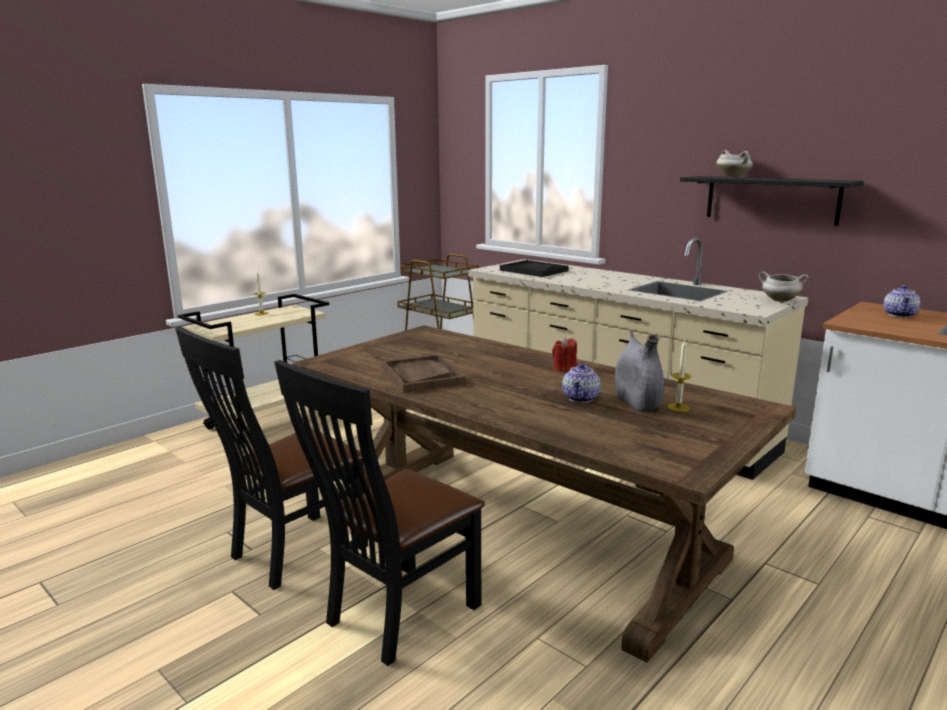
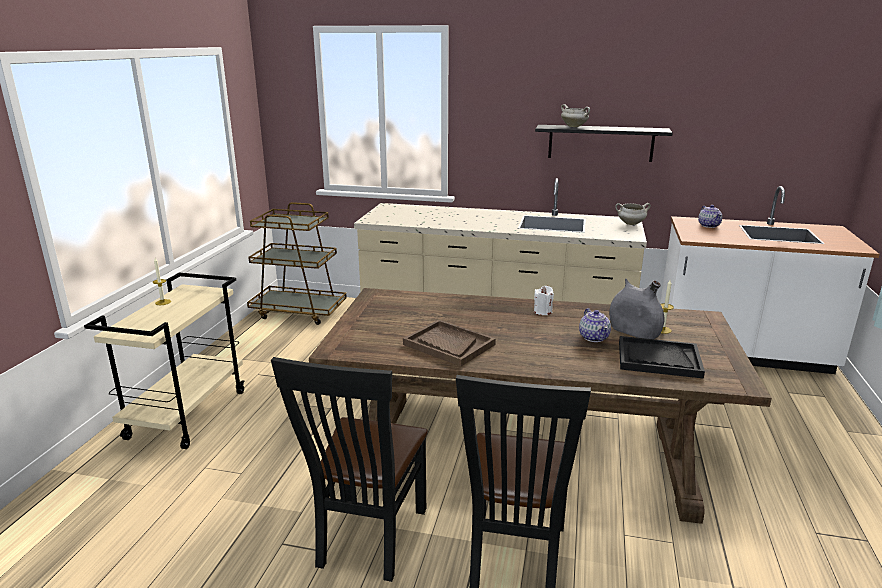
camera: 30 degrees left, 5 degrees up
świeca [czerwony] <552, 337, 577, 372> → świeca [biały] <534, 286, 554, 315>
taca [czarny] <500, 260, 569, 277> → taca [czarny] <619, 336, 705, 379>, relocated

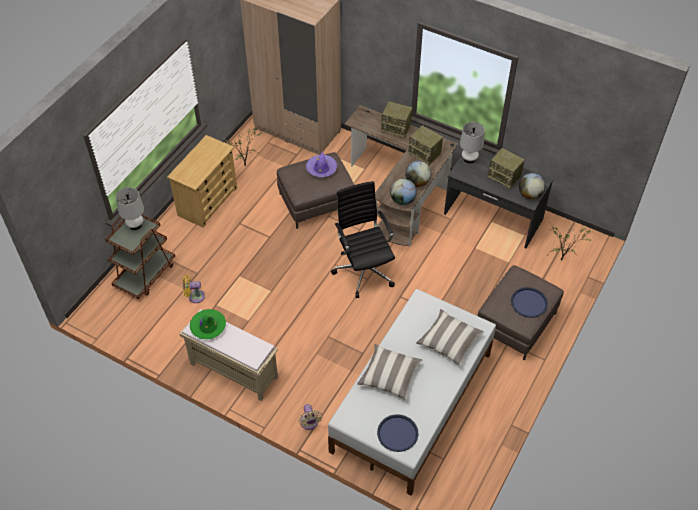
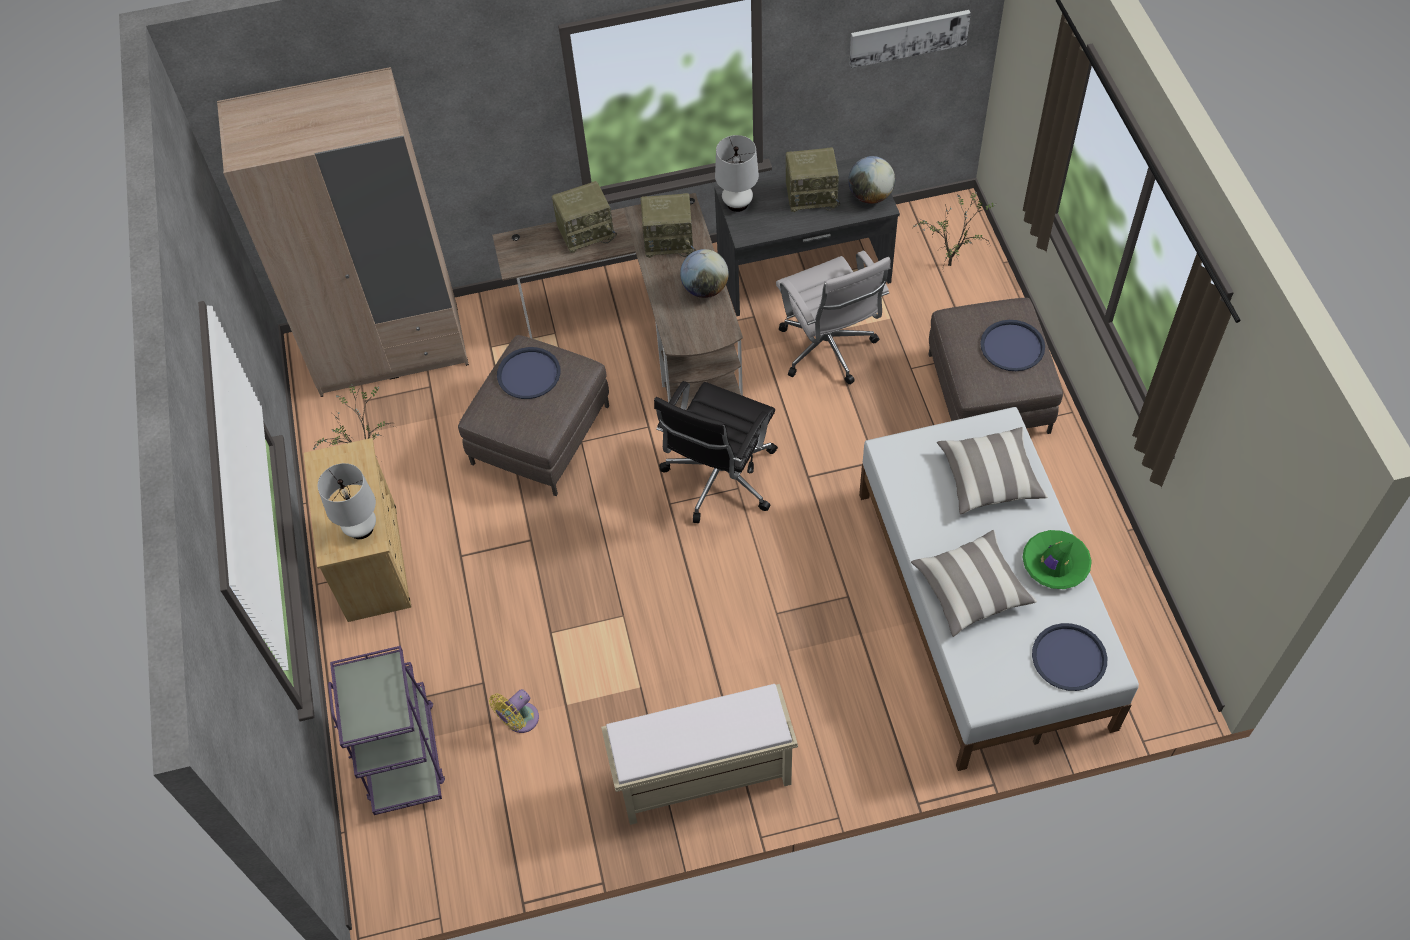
camera: 40 degrees left, 5 degrees up
lampa stołowa [biały] <116, 187, 144, 230> → lampa stołowa [biały] <318, 463, 376, 539>, relocated
wózek [brązowy] <105, 215, 175, 299> → wózek [fioletowy] <328, 646, 445, 815>
kapelusz [fioletowy] <306, 152, 337, 177> → taca [niebieski] <497, 347, 560, 399>
krzesło biurowe [czarny] <331, 181, 395, 298> → krzesło biurowe [czarny] <654, 381, 778, 523>, 90 degrees counterclockwise
- → krzesło biurowe [biały] <776, 251, 890, 385>
- → obraz <849, 10, 971, 68>
kapelusz [zielony] <190, 309, 226, 339> → kapelusz [zielony] <1022, 530, 1092, 589>, relocated
wentylator [beżowy] <298, 404, 323, 430> → -
globus <390, 179, 417, 205> → -

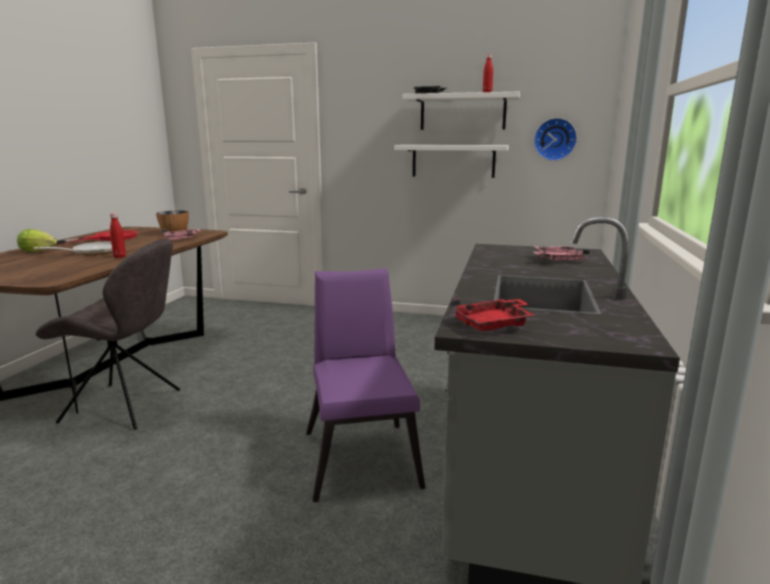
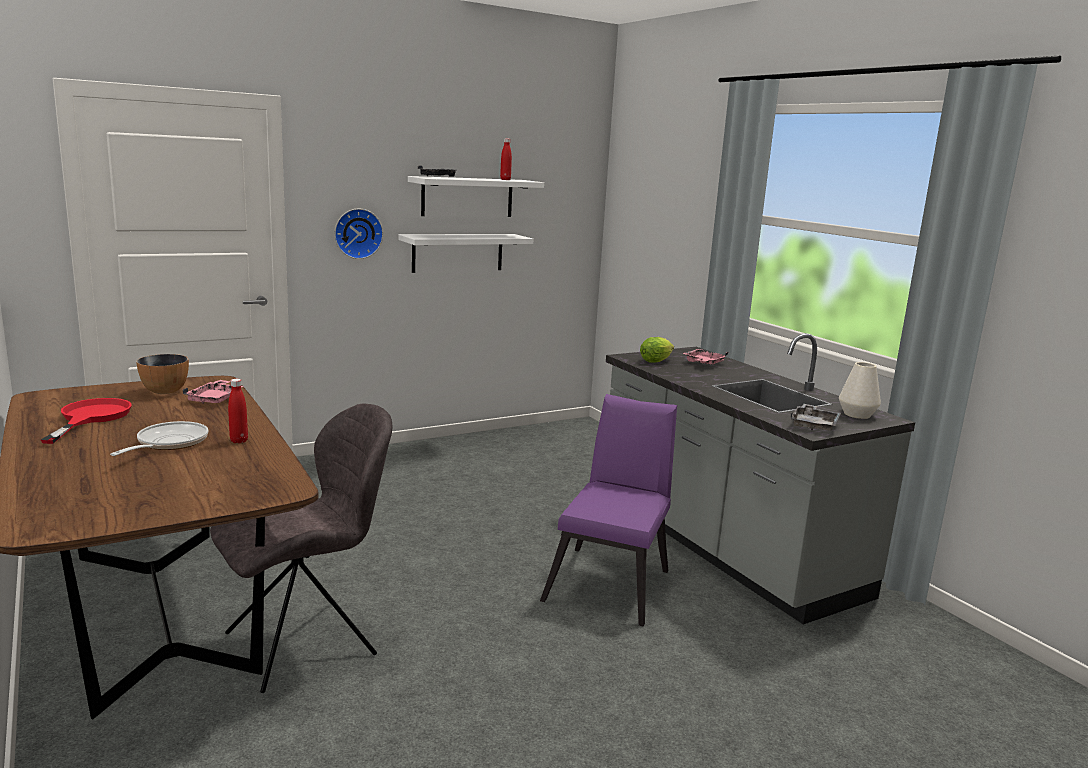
camera: 45 degrees left, 0 degrees up
zegar ścienny <534, 118, 577, 161> → zegar ścienny <334, 209, 383, 259>, relocated
krzesło [fioletowy] <306, 268, 425, 502> → krzesło [fioletowy] <540, 394, 677, 627>, 75 degrees clockwise
sałata <17, 229, 57, 252> → sałata <640, 337, 674, 363>, relocated
taca [czerwony] <450, 299, 535, 331> → taca [szary] <791, 404, 841, 430>
- → wazon [biały] <839, 362, 881, 419>

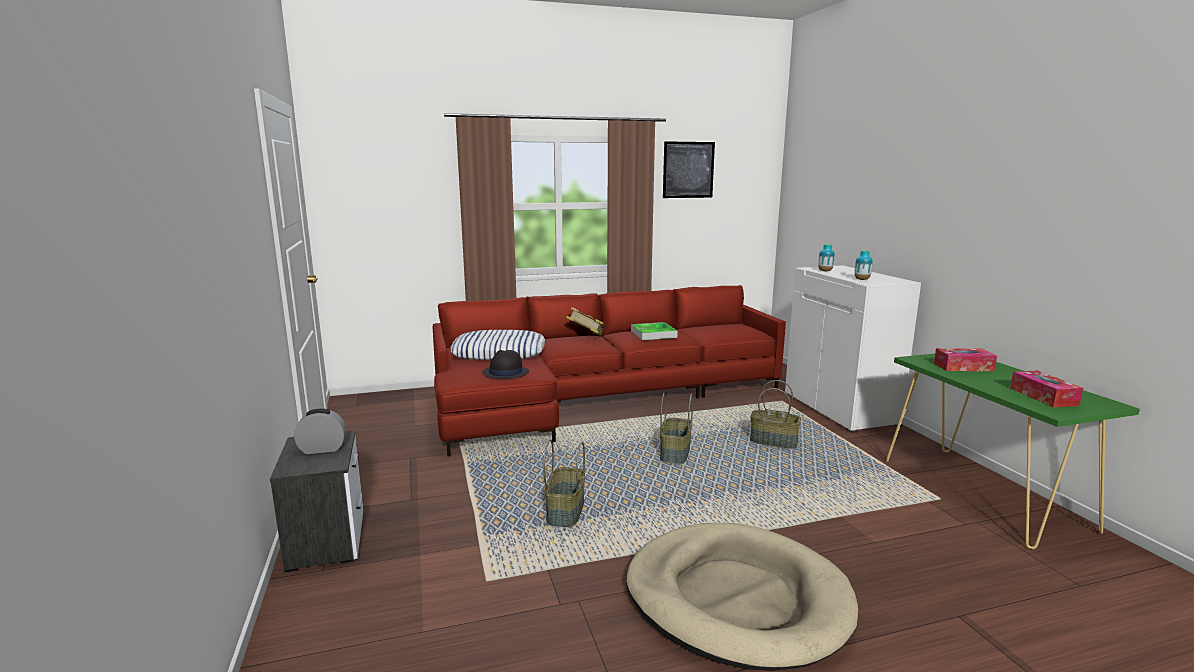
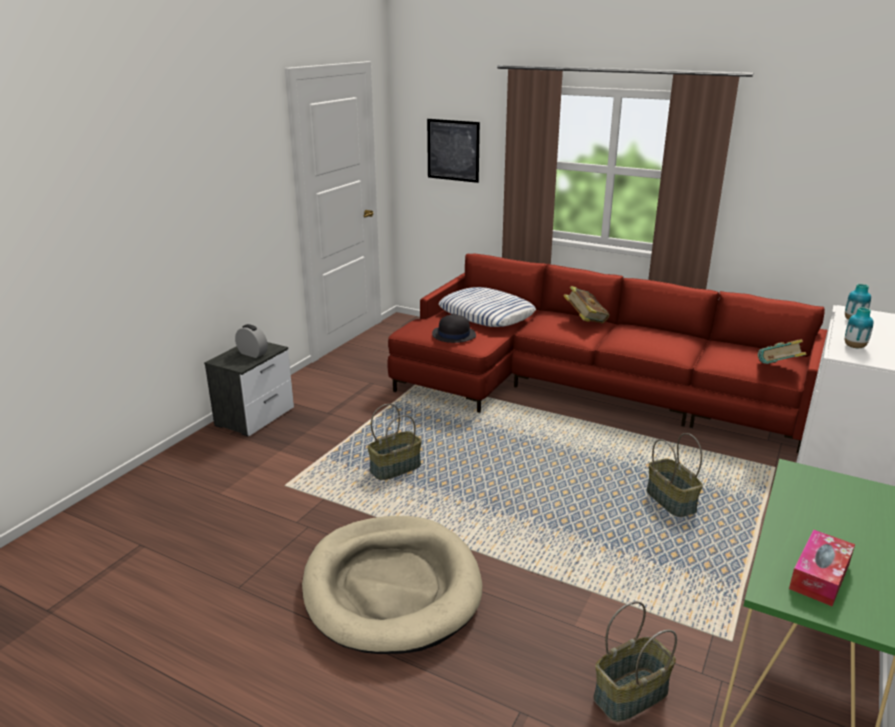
camera: 45 degrees right, 10 degrees up
obraz <663, 141, 715, 198> → obraz <427, 119, 480, 183>, relocated
koszyk <660, 391, 693, 464> → koszyk <593, 601, 677, 722>, relocated
- → książka <758, 339, 806, 364>
taca <631, 322, 678, 340> → -
pudełko chusteczek <934, 348, 997, 371> → -

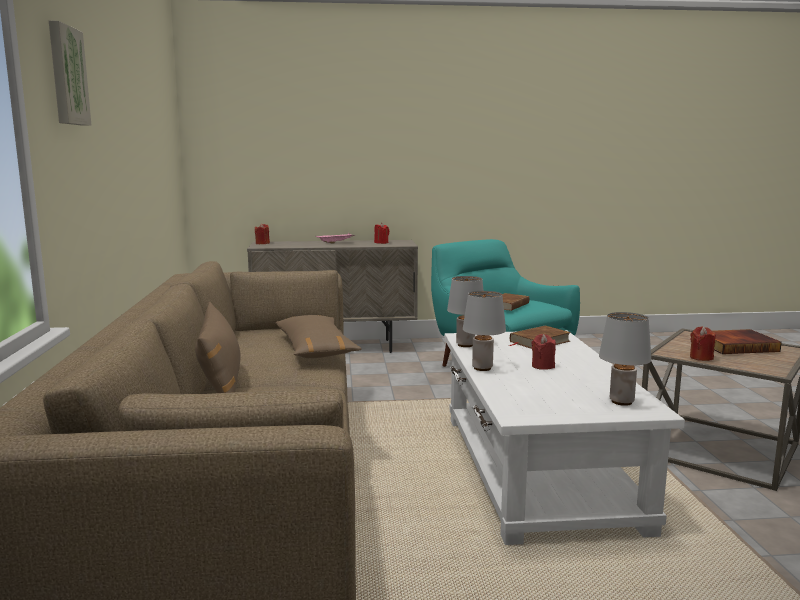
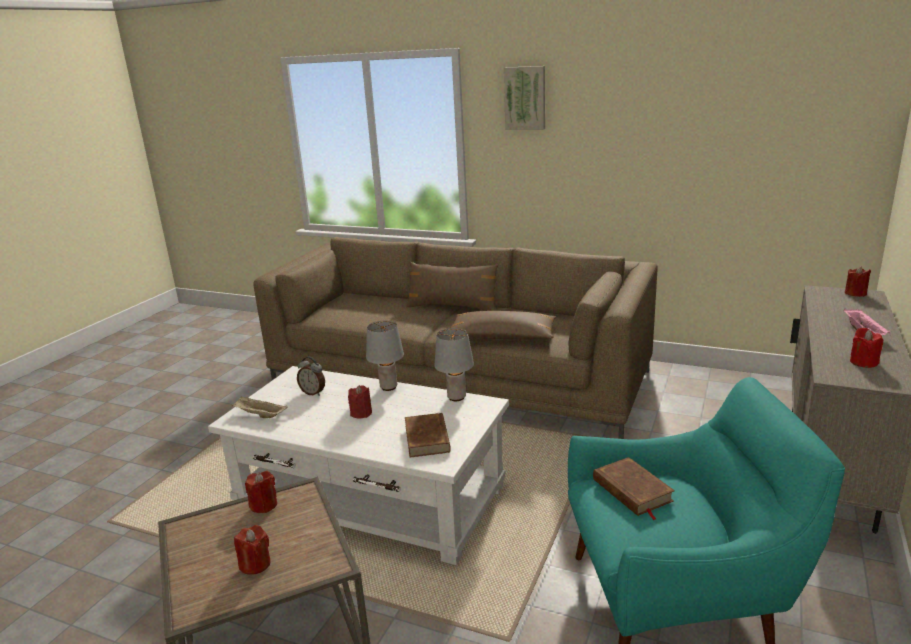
camera: 120 degrees right, 10 degrees up
lampa stołowa [szary] <599, 312, 651, 406> → taca [beżowy] <231, 396, 288, 418>
książka <712, 329, 782, 354> → świeca [czerwony] <234, 525, 271, 575>
- → budzik <297, 357, 325, 396>

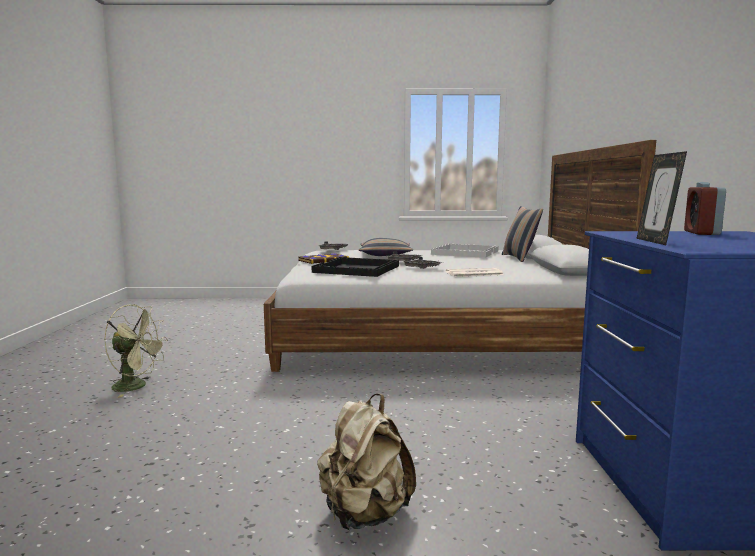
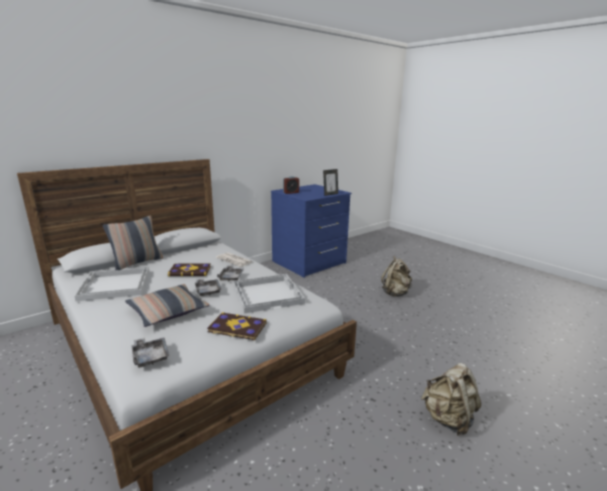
camera: 130 degrees left, 10 degrees up
- → książka <168, 263, 211, 276>
taca [czarny] <312, 257, 399, 277> → taca [biały] <233, 274, 305, 313>
wentylator [zielony] <104, 304, 168, 398> → plecak [beżowy] <421, 363, 481, 436>

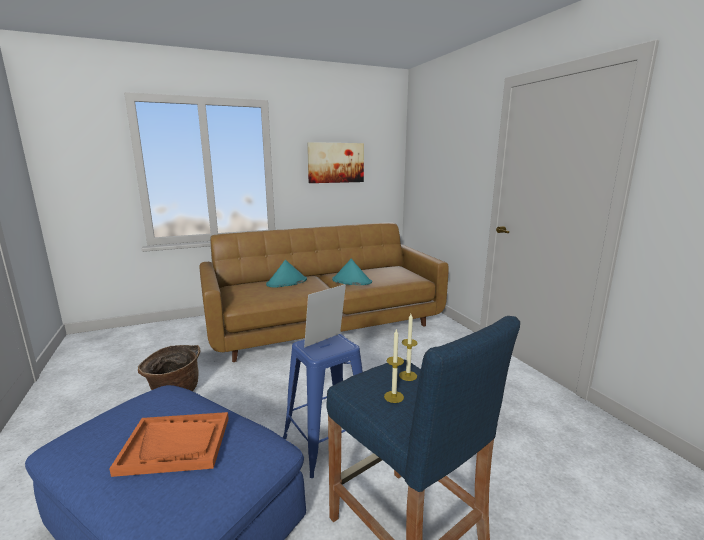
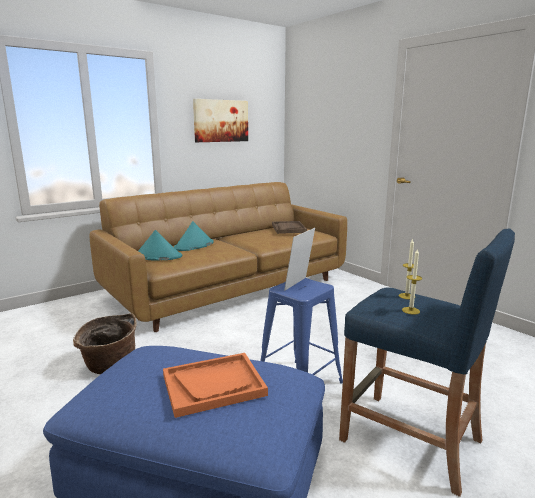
camera: 15 degrees left, 0 degrees up
kapelusz [turkusowy] <332, 259, 372, 285> → kapelusz [turkusowy] <138, 230, 182, 261>, relocated
- → taca [brązowy] <272, 221, 307, 234>

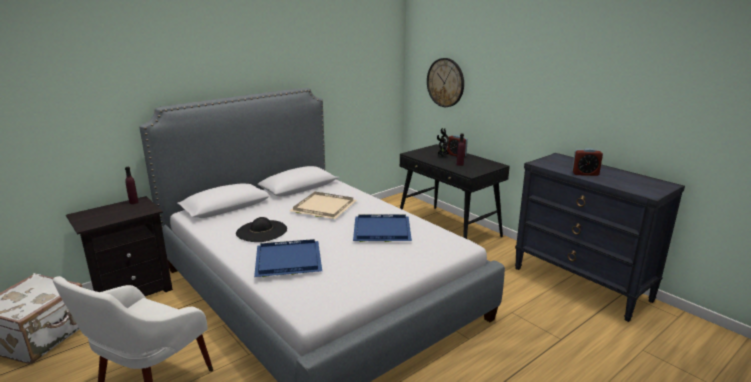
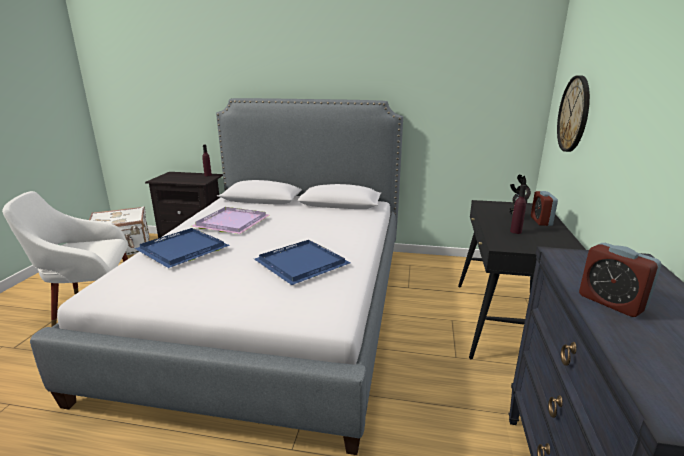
camera: 50 degrees right, 0 degrees up
kapelusz [czarny] <236, 217, 287, 242> → taca [fioletowy] <191, 207, 269, 234>
taca [beżowy] <289, 192, 357, 219> → -

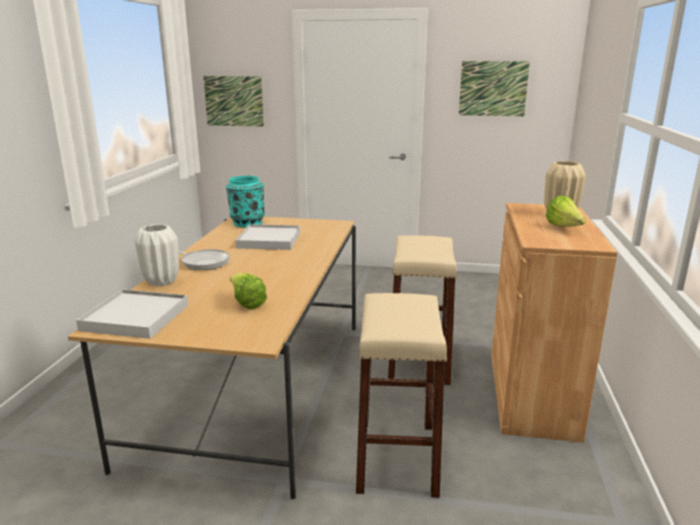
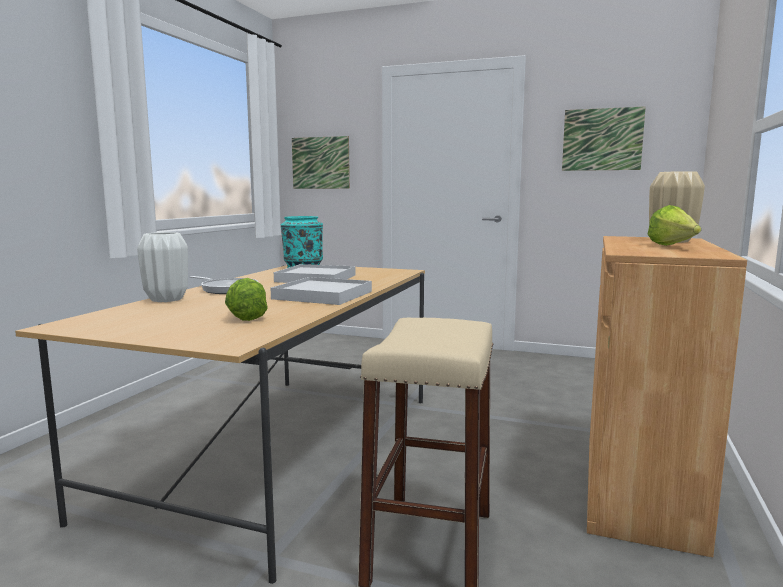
camera: 10 degrees right, 10 degrees down
taca [biały] <76, 289, 188, 339> → taca [biały] <271, 277, 372, 305>, relocated
stołek [beżowy] <388, 235, 457, 385> → -

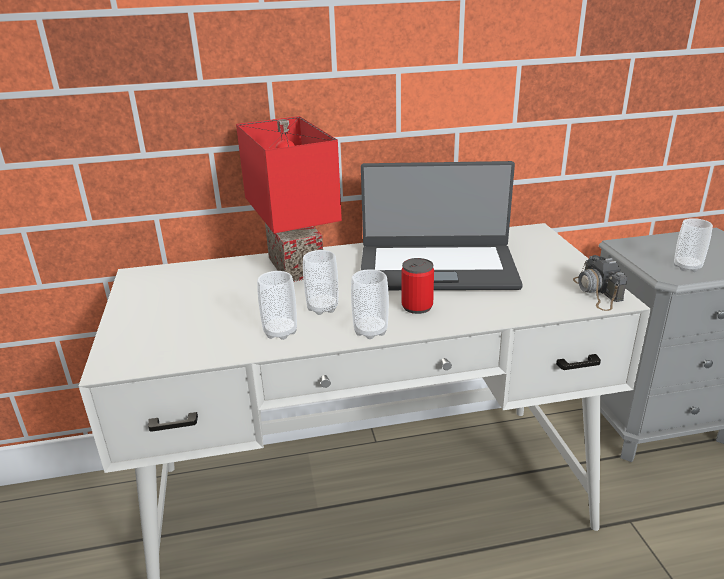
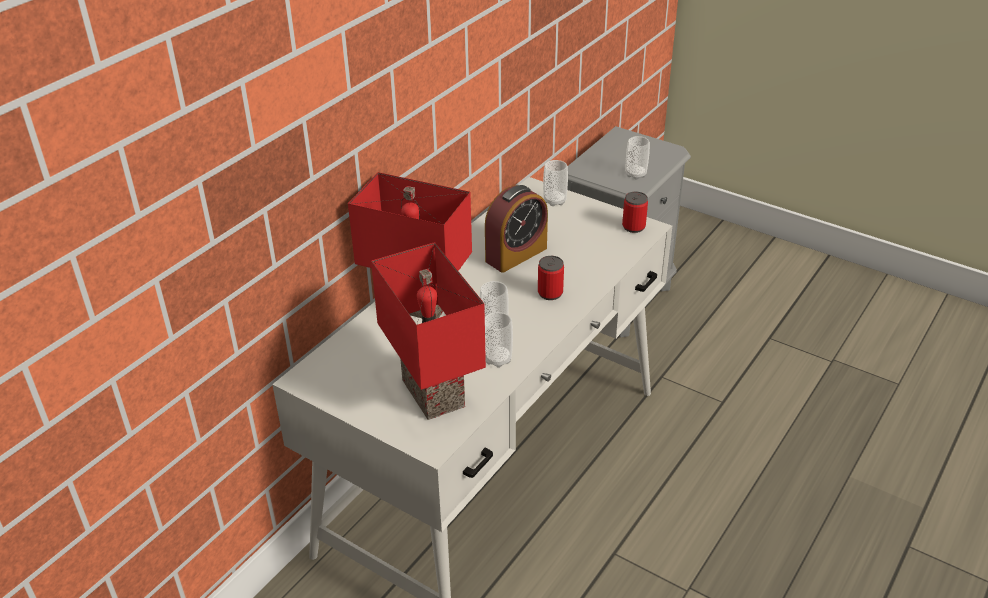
camera: 45 degrees left, 10 degrees up
- → lampa stołowa [czerwony] <371, 242, 486, 420>
laptop <361, 161, 523, 290> → budzik <485, 185, 548, 273>
filiżanka <351, 269, 389, 339> → filiżanka <543, 160, 568, 206>, relocated
aparat fotograficzny <573, 255, 627, 311> → puszka <622, 192, 648, 233>

